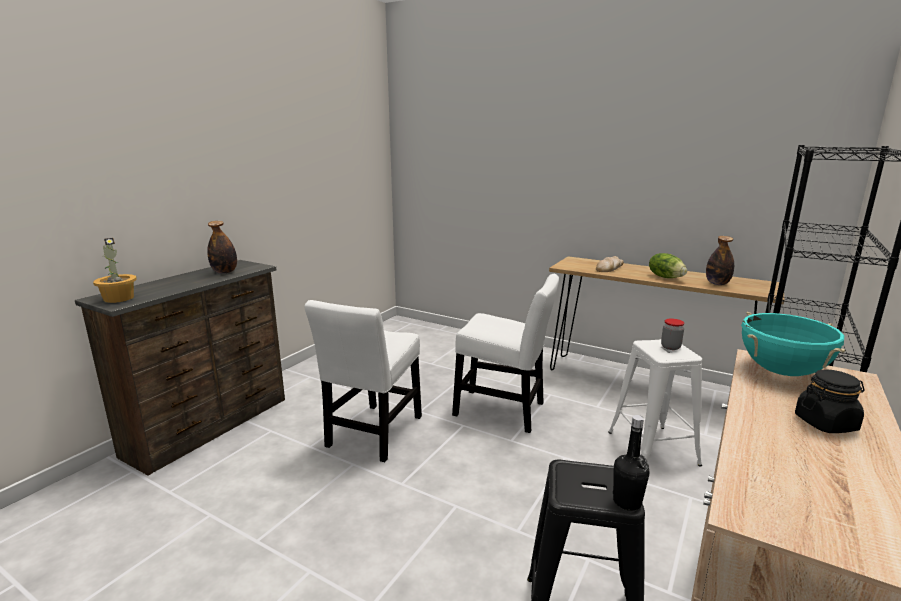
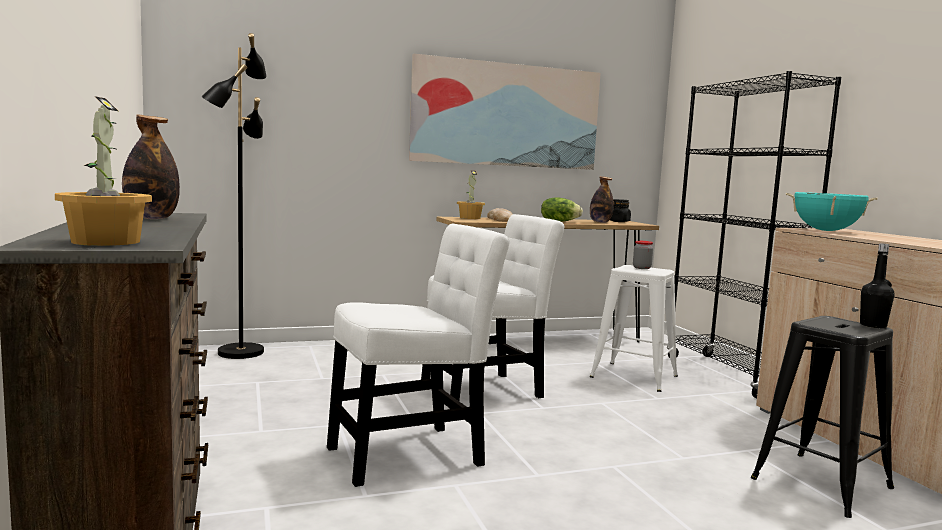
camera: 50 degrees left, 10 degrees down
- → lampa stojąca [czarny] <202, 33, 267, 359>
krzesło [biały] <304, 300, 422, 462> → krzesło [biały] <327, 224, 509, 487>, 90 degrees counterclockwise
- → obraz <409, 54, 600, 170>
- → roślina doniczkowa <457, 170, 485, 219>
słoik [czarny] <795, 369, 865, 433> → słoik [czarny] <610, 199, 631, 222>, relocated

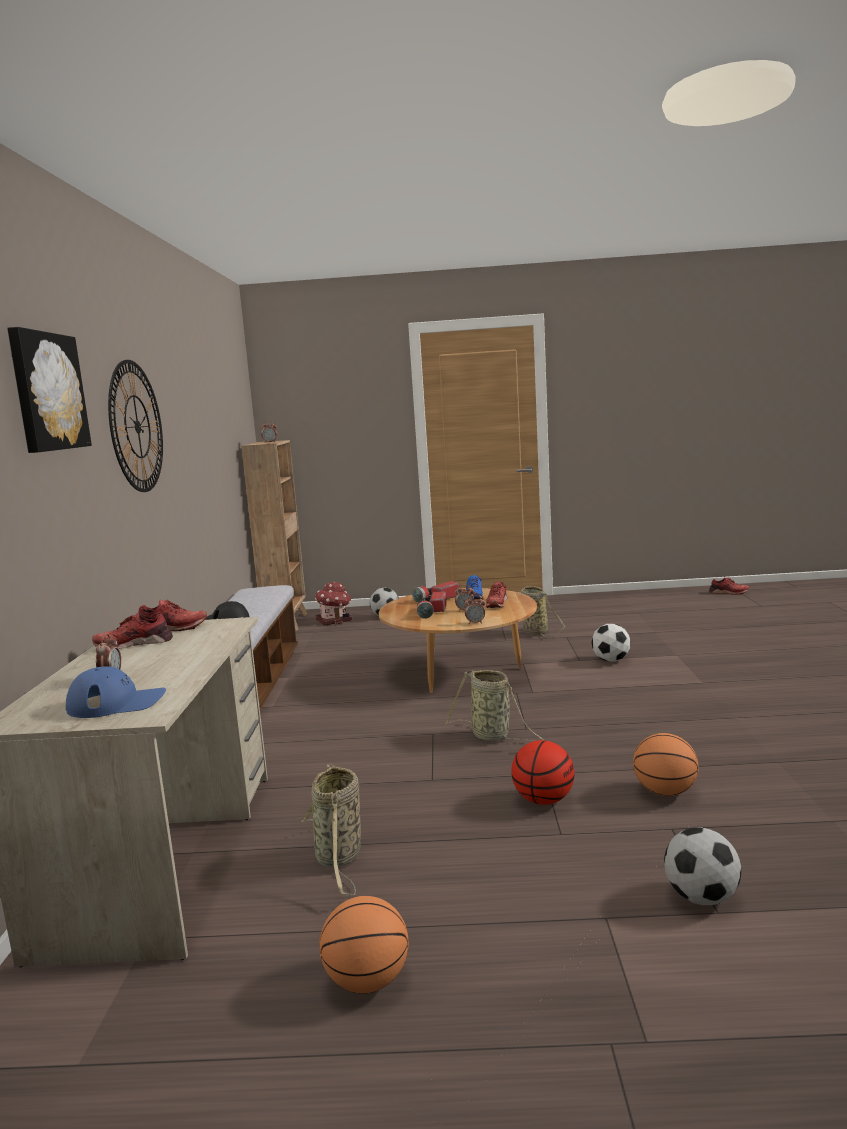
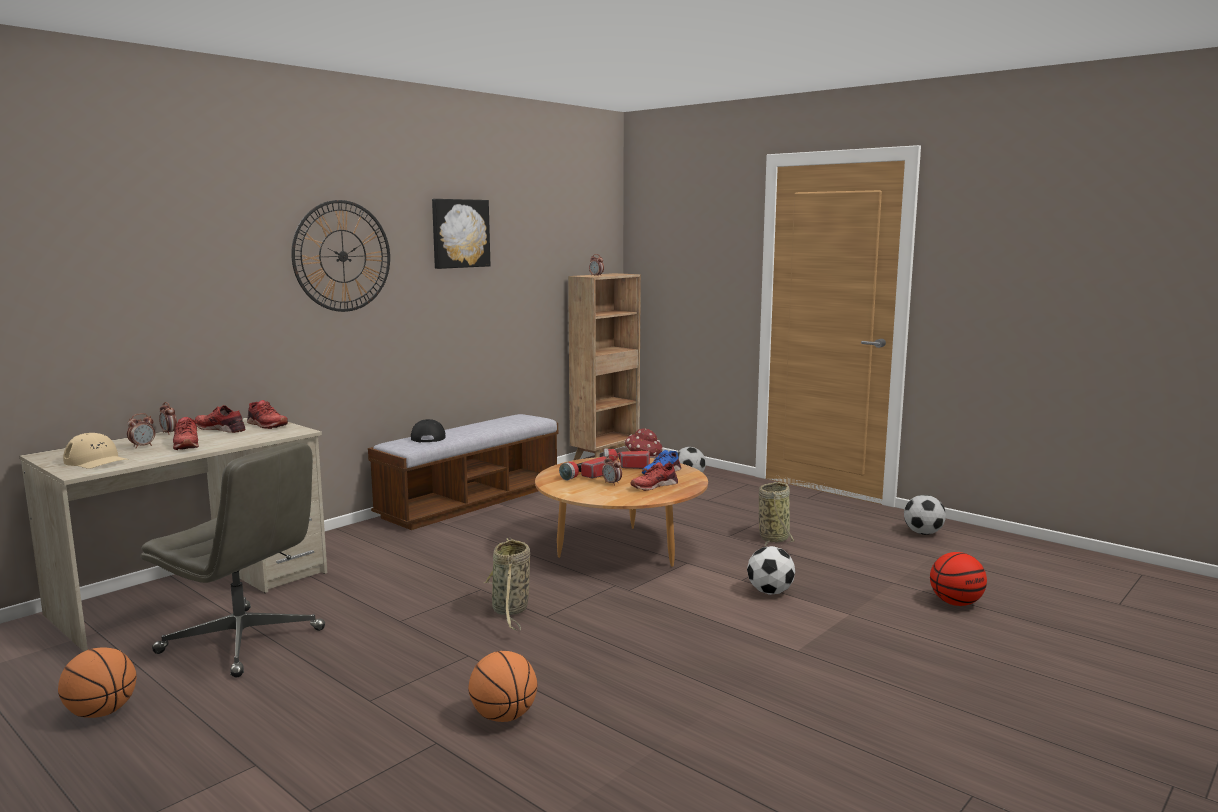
camera: 40 degrees right, 0 degrees up
czapka z daszkiem [niebieski] <66, 666, 166, 718> → czapka z daszkiem [beżowy] <63, 433, 129, 469>
koszyk <301, 764, 361, 896> → krzesło biurowe [szary] <141, 442, 325, 677>
budzik <465, 595, 485, 624> → budzik <159, 402, 177, 435>, relocated
but [czerwony] <709, 577, 749, 595> → but [czerwony] <173, 417, 199, 450>, relocated
obraz <7, 327, 92, 453> → obraz <432, 199, 490, 269>, relocated
piłka futbolowa <664, 827, 741, 905> → piłka futbolowa <904, 495, 946, 535>, relocated
piłka do koszykówki <511, 740, 574, 805> → piłka do koszykówki <930, 552, 987, 606>, relocated

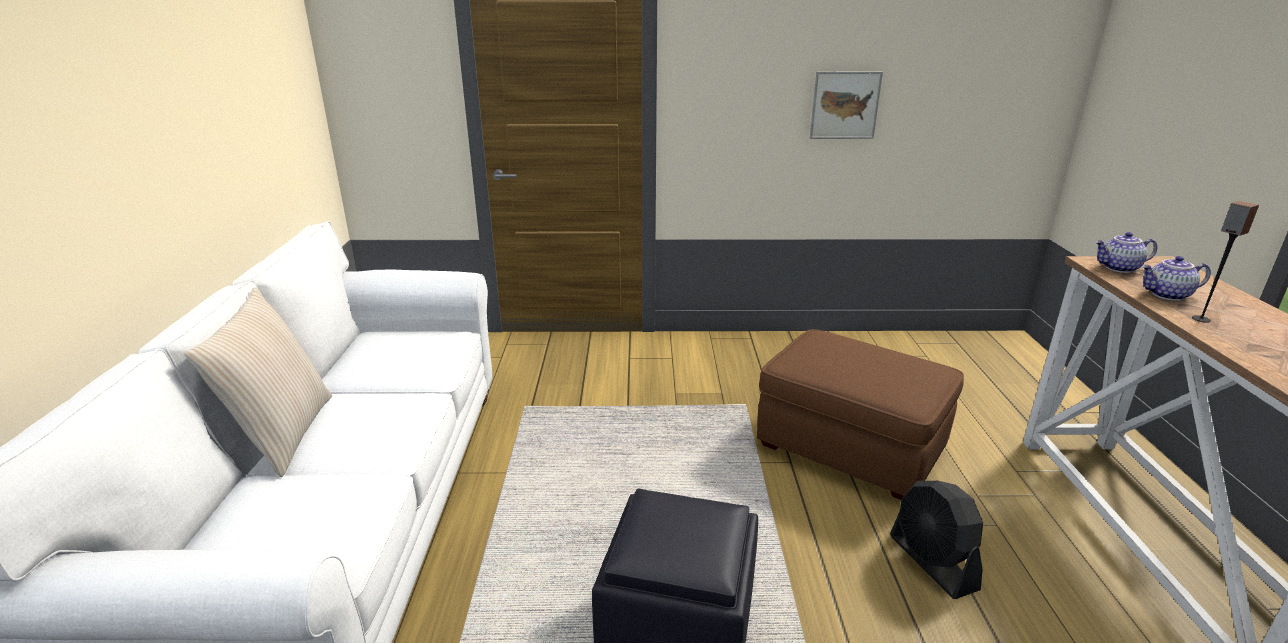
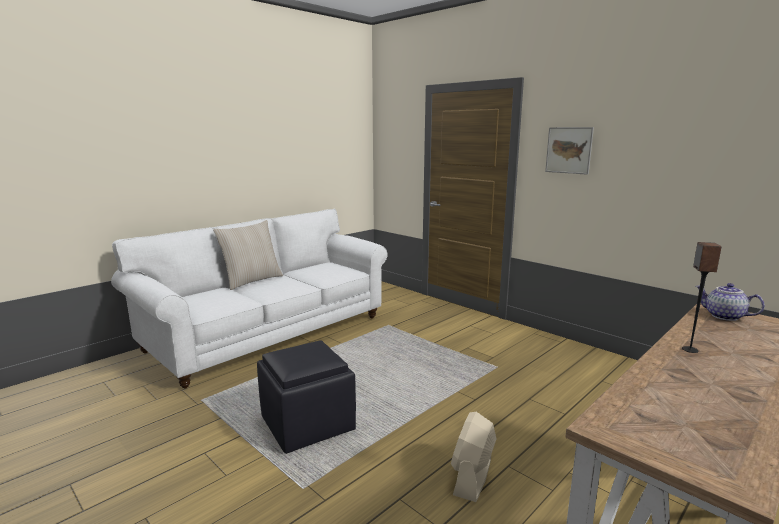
camera: 45 degrees right, 10 degrees down
wentylator [czarny] <890, 481, 983, 599> → wentylator [beżowy] <451, 412, 496, 502>
obraz <810, 72, 883, 139> → obraz <545, 127, 594, 175>, relocated
pufa [brązowy] <757, 329, 964, 500> → -
imbryk <1141, 256, 1211, 301> → -

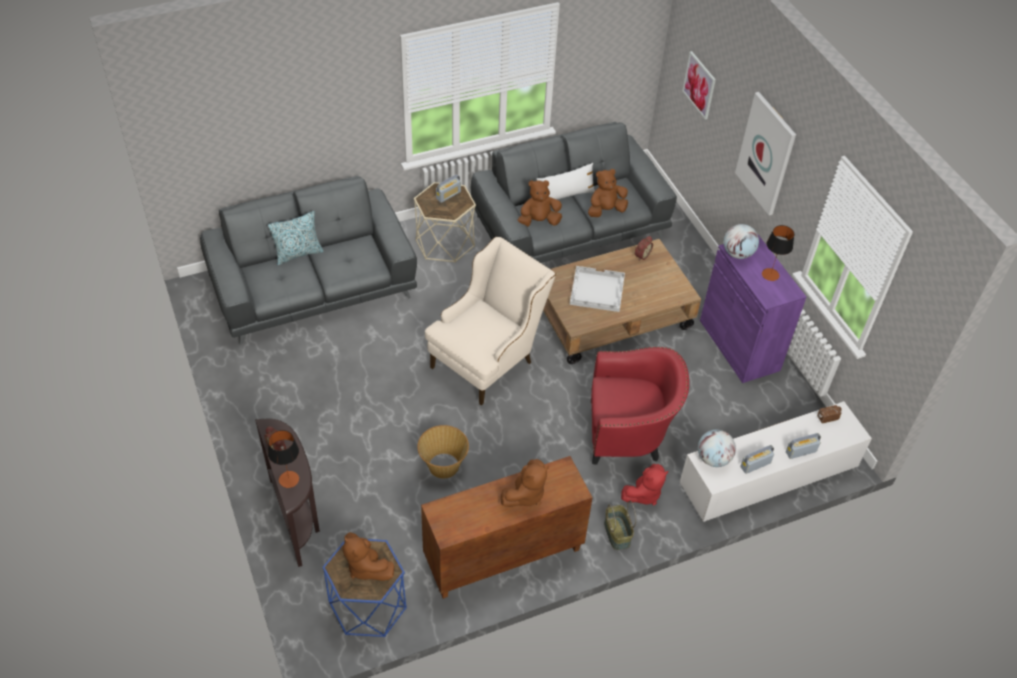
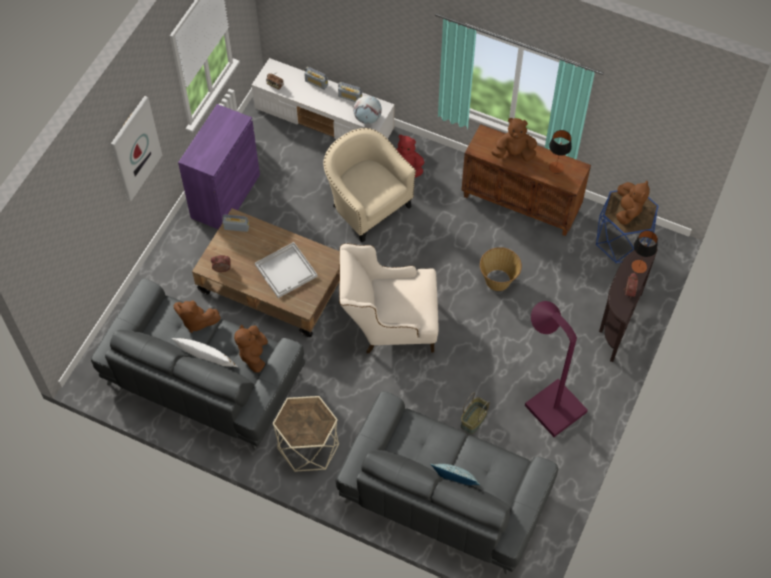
camera: 130 degrees left, 10 degrees up
radio <436, 174, 461, 203> → radio <222, 215, 249, 232>, relocated
pluszak [brązowy] <517, 180, 562, 227> → pluszak [brązowy] <234, 325, 268, 373>, 60 degrees clockwise
fotel [czerwony] <591, 347, 689, 465> → fotel [beżowy] <323, 128, 416, 243>
koszyk <604, 501, 636, 550> → koszyk <461, 392, 490, 434>, relocated
- → lampa stojąca [fioletowy] <525, 301, 588, 437>
lampa stołowa <762, 225, 794, 281> → lampa stołowa <549, 130, 572, 174>, relocated
obraz <682, 51, 716, 120> → -
globus <724, 224, 759, 259> → -

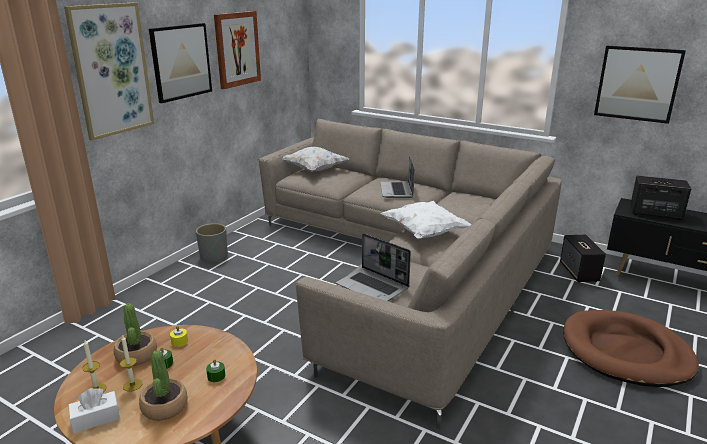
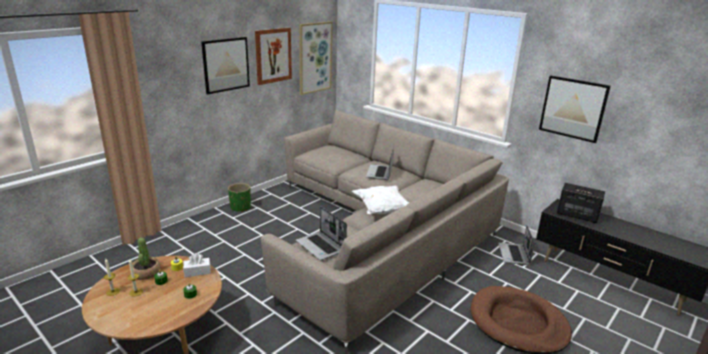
camera: 10 degrees right, 0 degrees up
pudełko chusteczek [biały] <69, 388, 120, 433> → pudełko chusteczek [biały] <183, 253, 211, 277>, relocated
donica [szary] <196, 223, 228, 262> → donica [zielony] <228, 183, 251, 212>
obraz <64, 2, 154, 141> → obraz <299, 21, 333, 95>, relocated
głośnik <560, 234, 606, 283> → laptop <498, 225, 535, 265>
roślina doniczkowa <139, 350, 188, 421> → -
poduszka [biały] <282, 147, 349, 172> → -

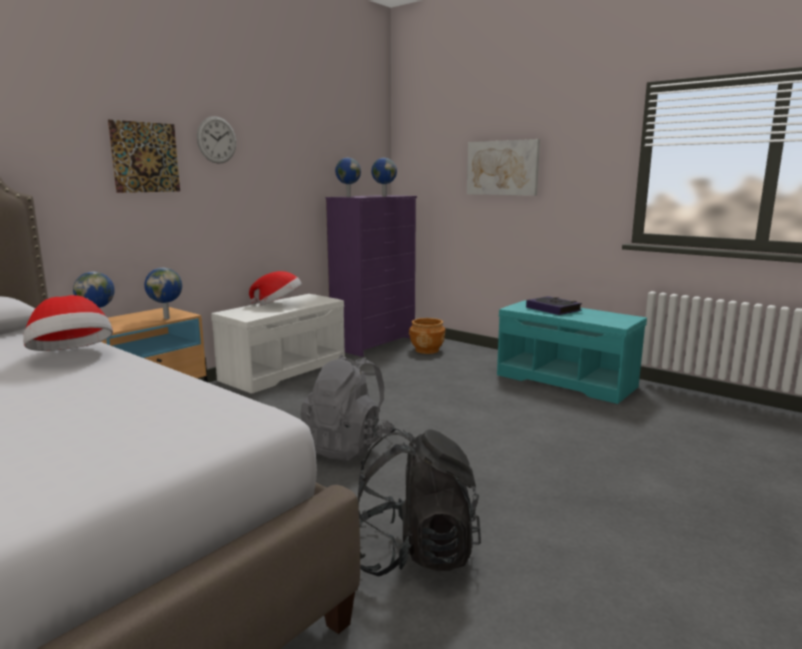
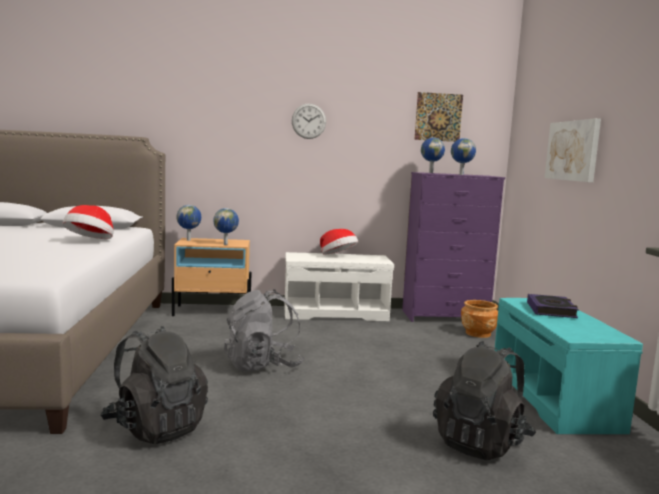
camera: 45 degrees right, 5 degrees down
obraz <108, 120, 180, 193> → obraz <414, 92, 463, 142>, relocated
- → plecak [czarny] <433, 341, 536, 460>

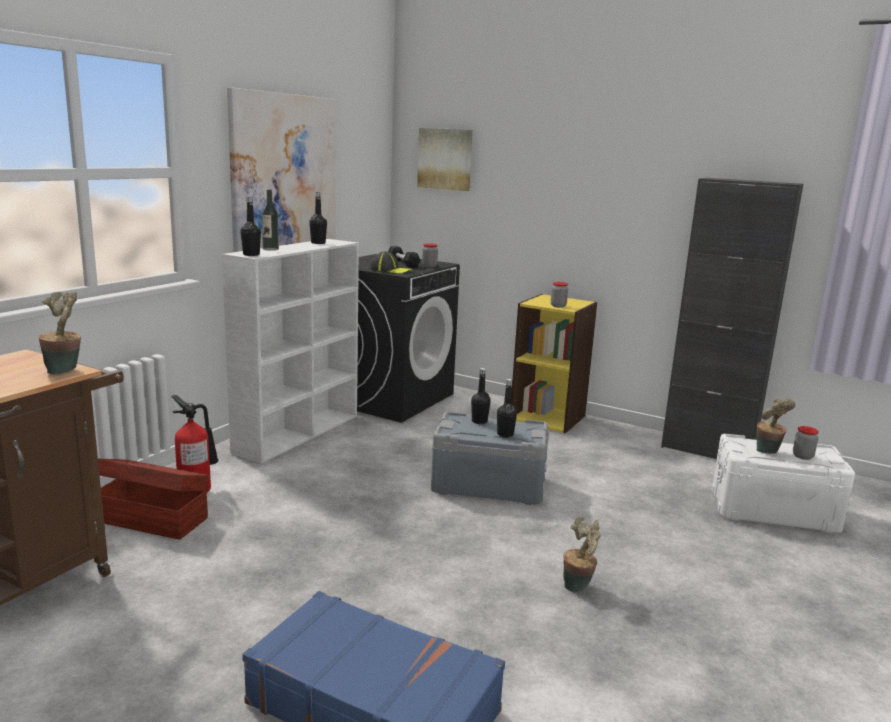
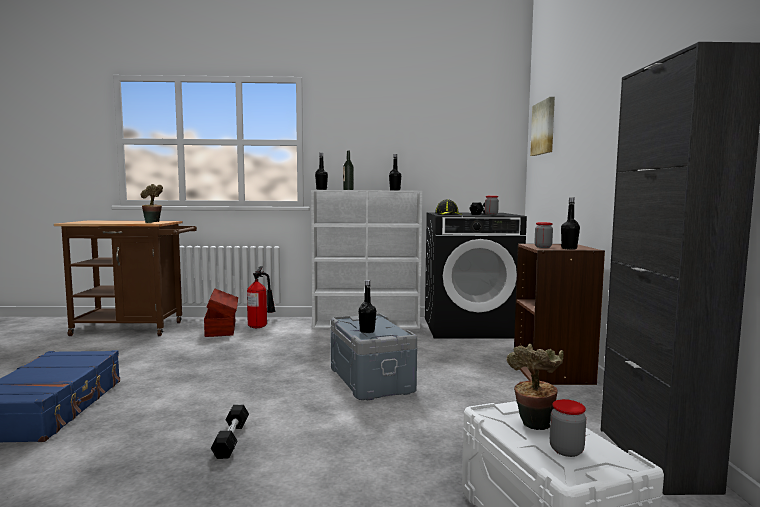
camera: 60 degrees right, 10 degrees down
roślina doniczkowa <563, 516, 600, 592> → hantel [czarny] <211, 405, 249, 459>
regał [żółty] <511, 294, 597, 433> → regał [brązowy] <514, 244, 605, 385>
butelka [czarny] <471, 368, 491, 424> → butelka [czarny] <561, 197, 580, 250>, relocated
obraz <227, 87, 335, 252> → -

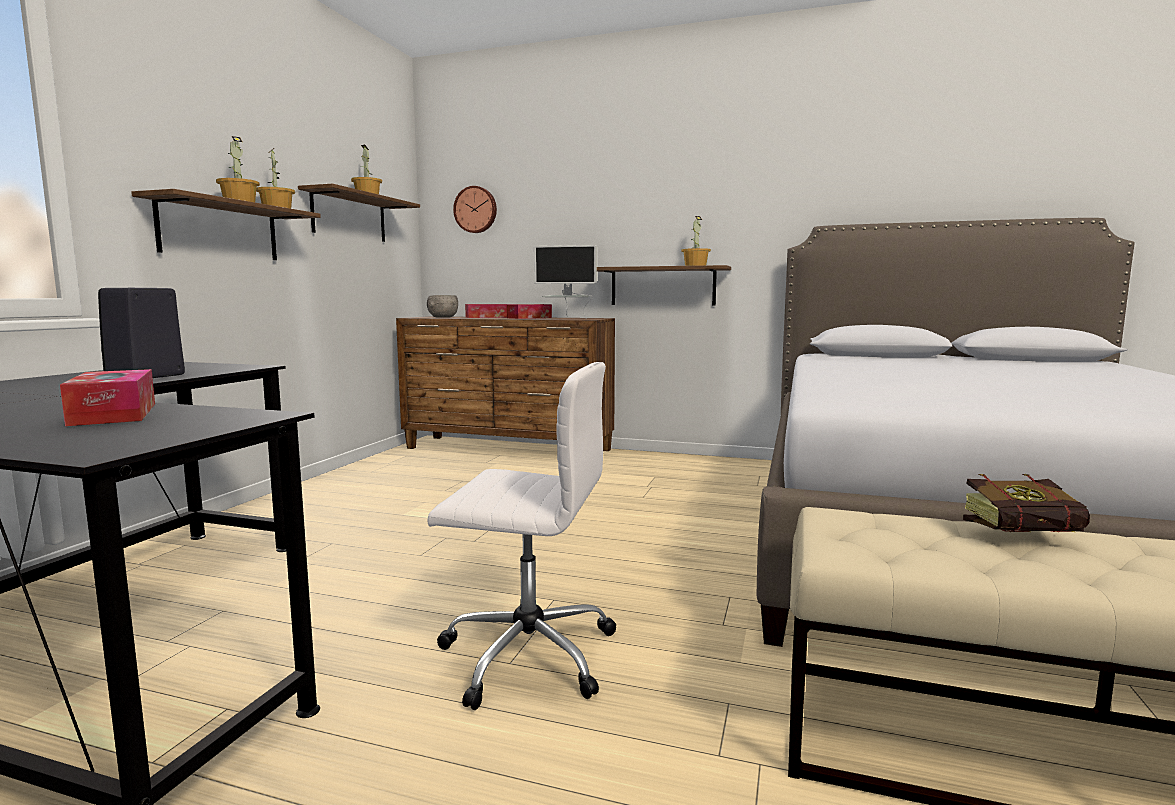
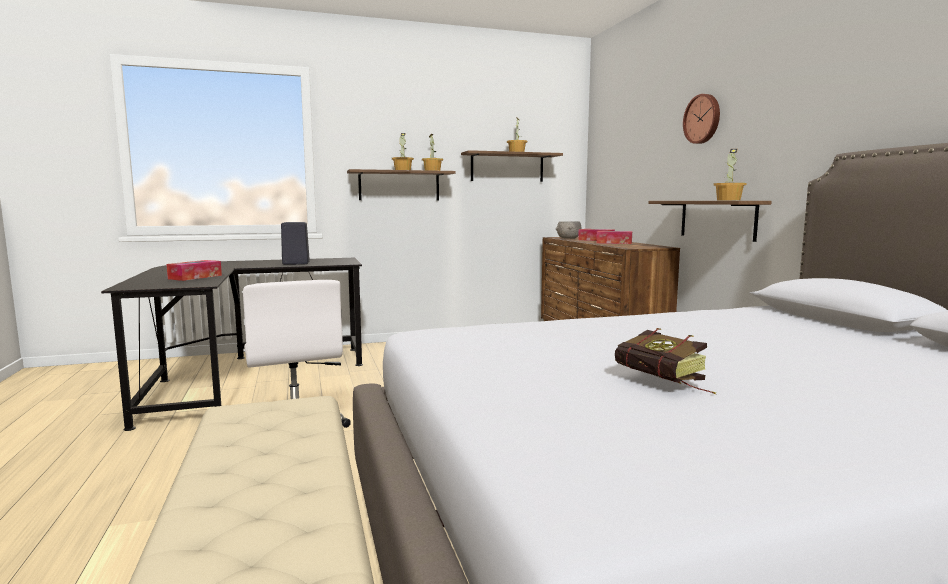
camera: 55 degrees right, 0 degrees up
książka <963, 474, 1090, 532> → książka <615, 328, 716, 394>, relocated
zegar ścienny <453, 186, 497, 233> → zegar ścienny <683, 94, 720, 144>, relocated
monitor <534, 245, 597, 319> → -

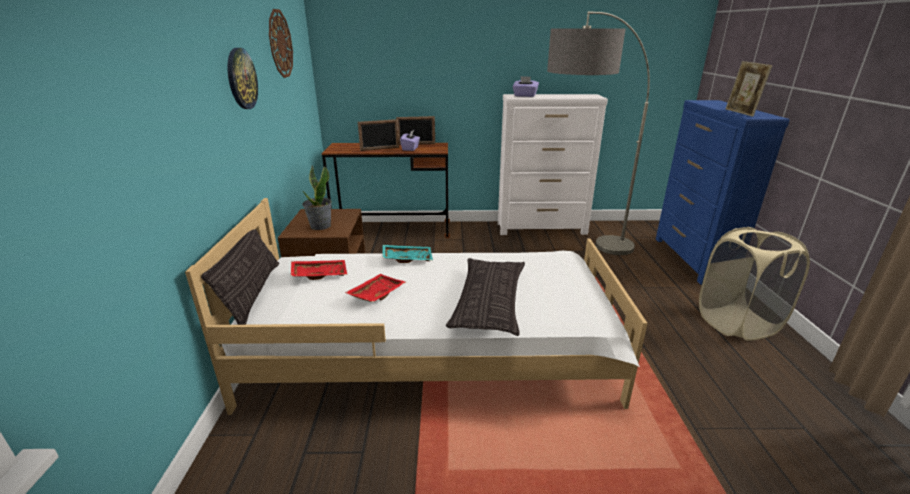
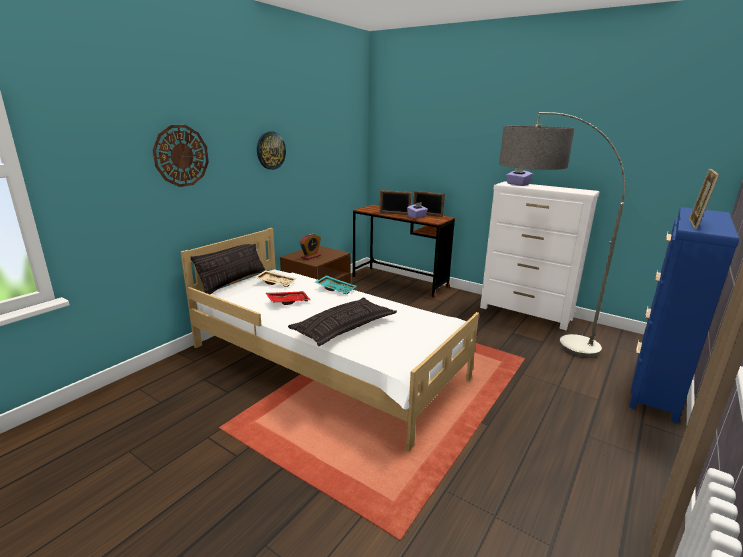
camera: 35 degrees right, 5 degrees down
zegar ścienny <269, 9, 293, 78> → zegar ścienny <153, 125, 209, 187>, relocated
taca [czerwony] <291, 260, 347, 280> → taca [beżowy] <255, 270, 297, 287>
roślina doniczkowa <302, 165, 332, 230> → budzik <300, 233, 321, 260>
kosz na pranie [beżowy] <699, 227, 810, 341> → -

